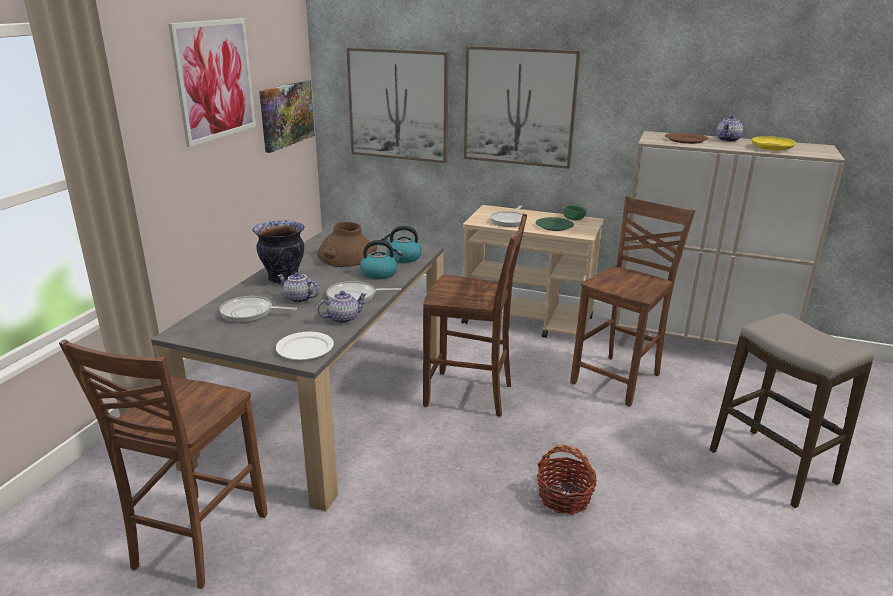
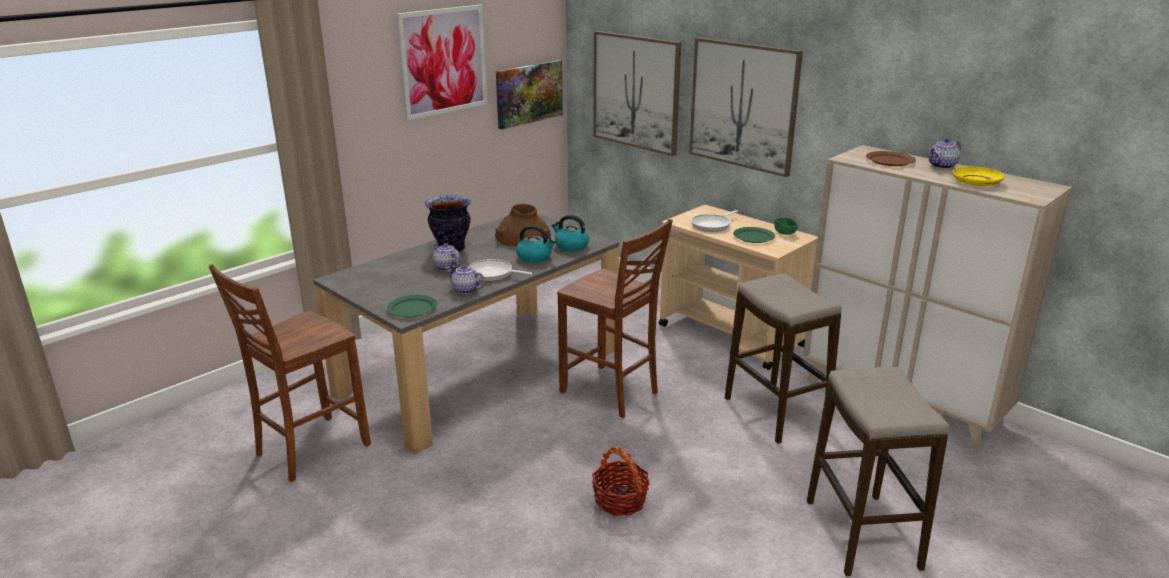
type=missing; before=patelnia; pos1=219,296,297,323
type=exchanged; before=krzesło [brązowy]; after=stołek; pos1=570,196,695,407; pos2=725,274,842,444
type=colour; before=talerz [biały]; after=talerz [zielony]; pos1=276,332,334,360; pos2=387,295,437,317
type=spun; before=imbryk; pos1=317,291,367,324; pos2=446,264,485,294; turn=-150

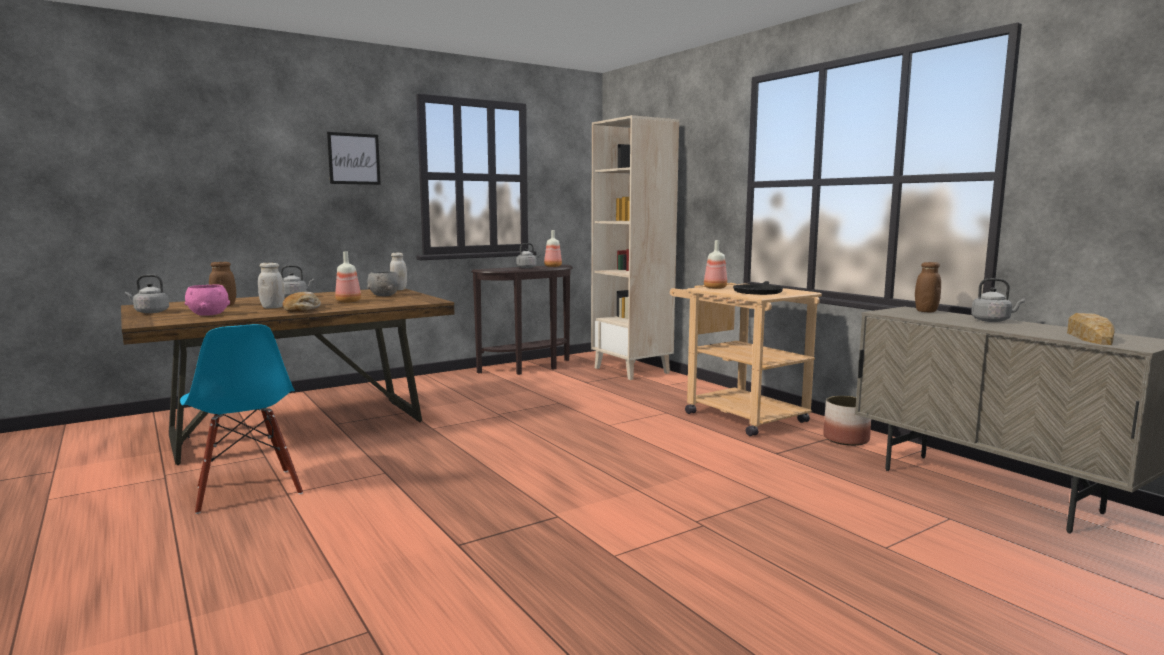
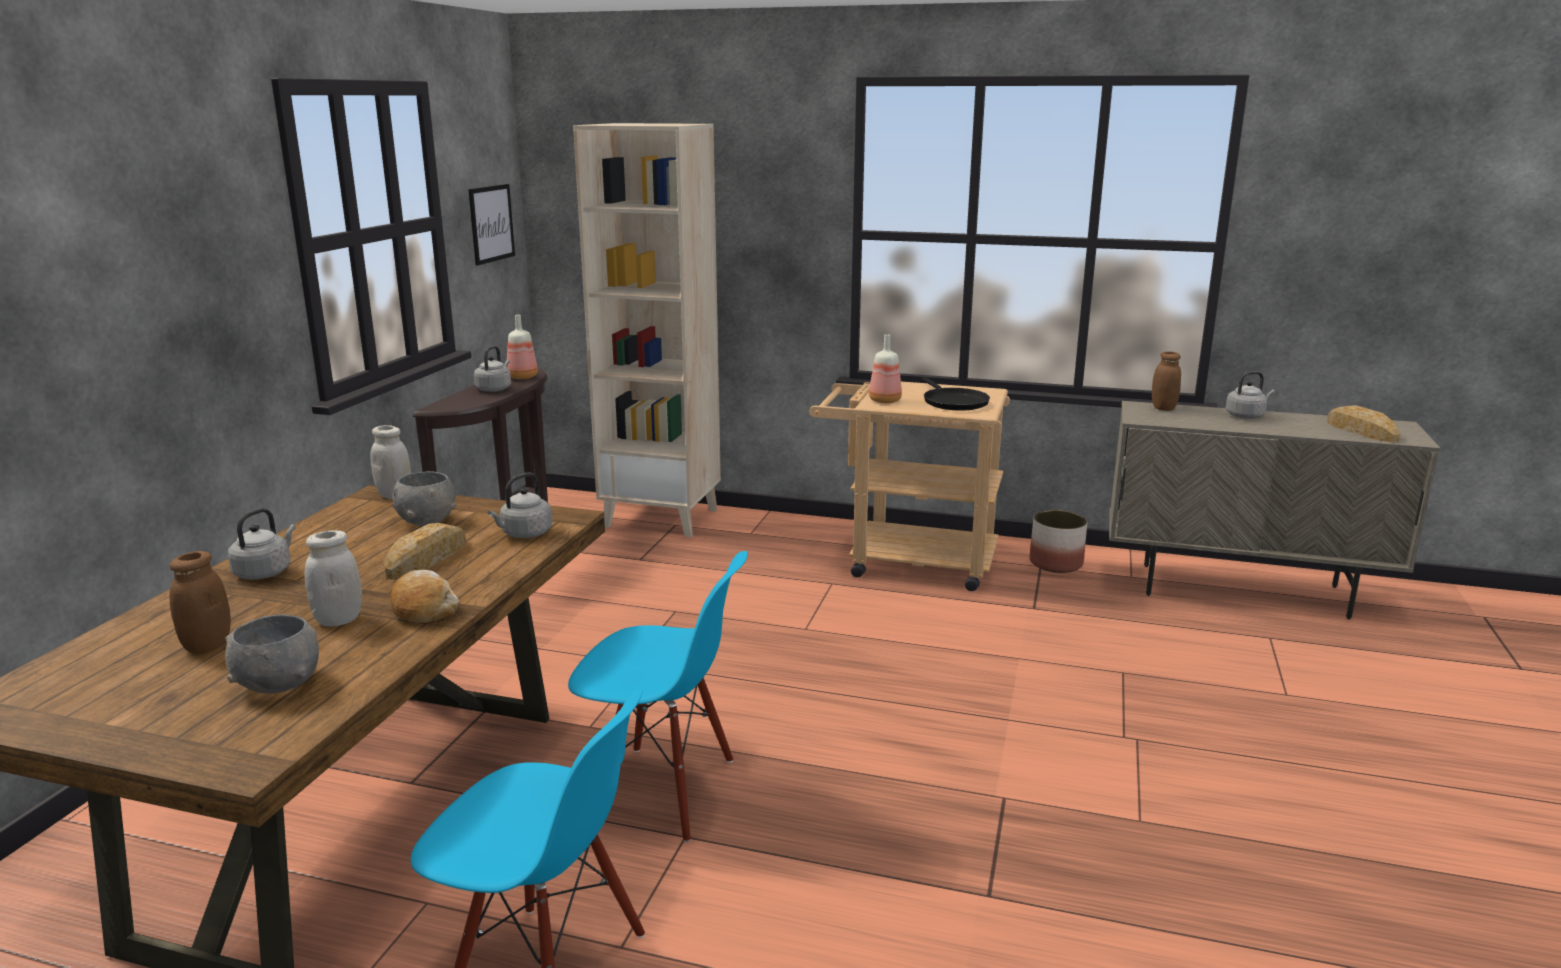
type=appeared; after=krzesło [niebieski]; pos2=568,551,748,843
type=relocated; before=czajnik [szary]; pos1=125,275,169,313; pos2=488,472,552,538
type=relocated; before=obraz; pos1=327,132,381,185; pos2=468,184,515,266
type=exchanged; before=butelka; after=chleb; pos1=335,251,361,303; pos2=383,523,466,580
type=colour; before=miska [różowy]; after=miska [szary]; pos1=185,284,230,316; pos2=225,615,319,694

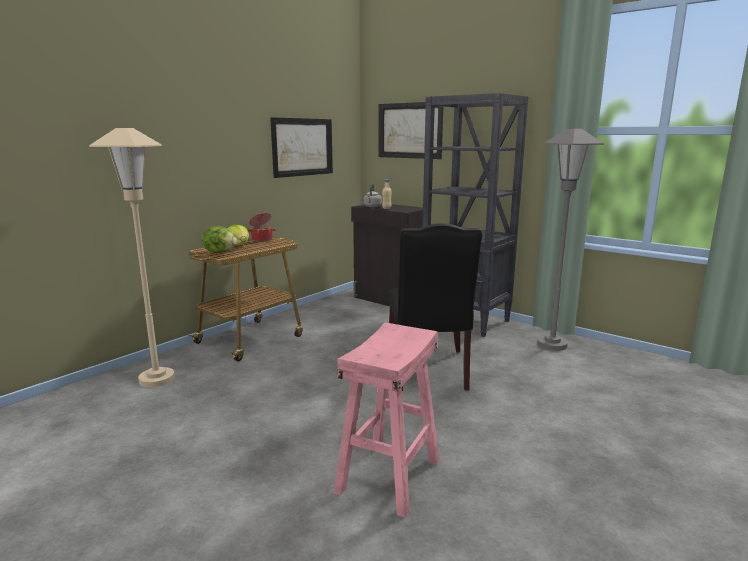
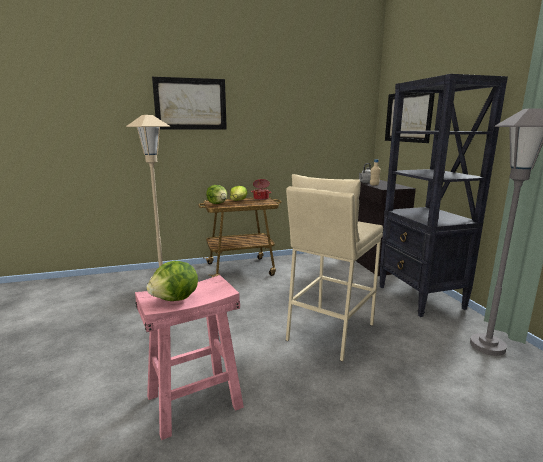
type=appeared; after=sałata; pos2=147,261,198,301
type=relocated; before=obraz; pos1=270,117,333,178; pos2=152,77,227,130
type=exchanged; before=krzesło [czarny]; after=stołek [beżowy]; pos1=388,223,482,391; pos2=286,174,383,362

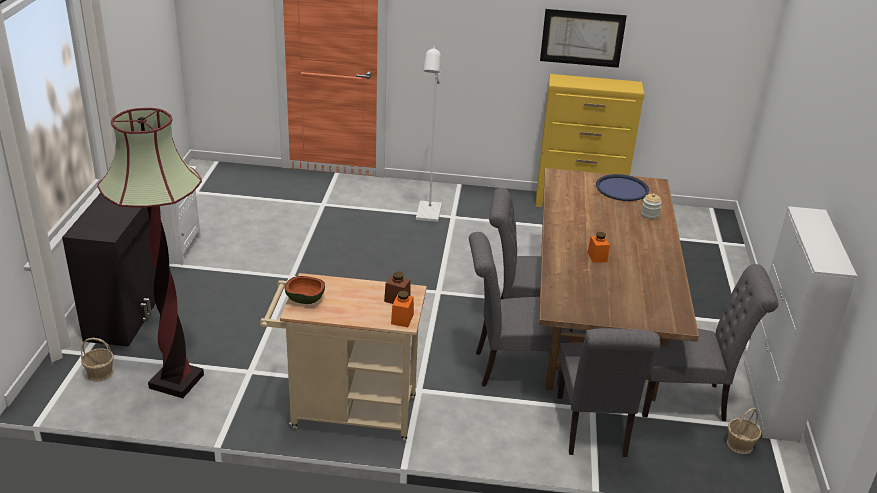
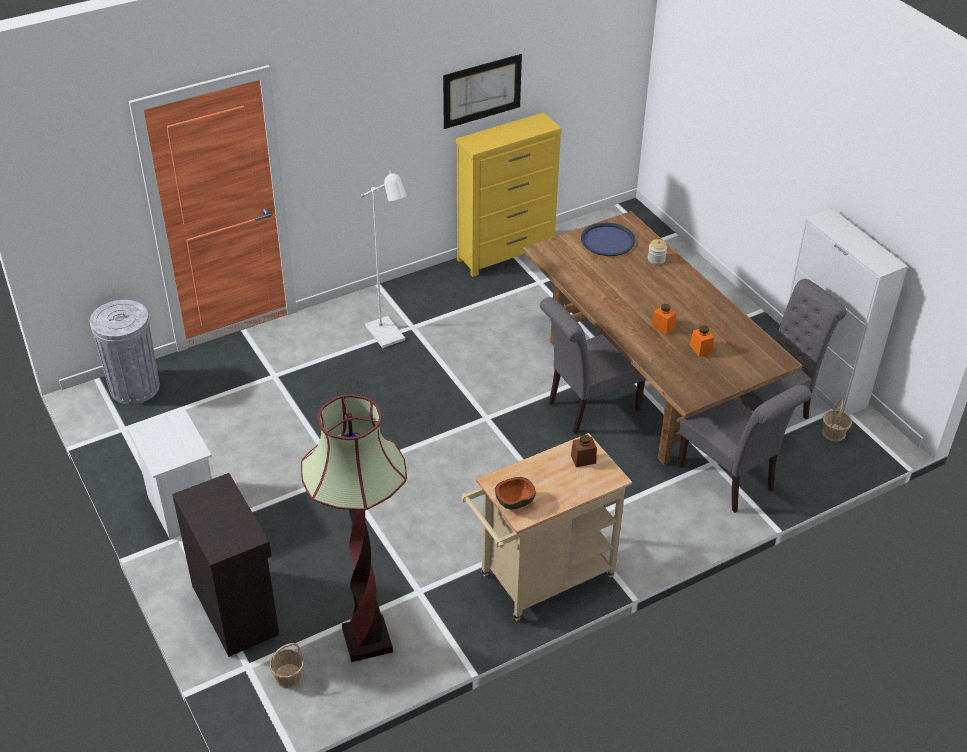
type=missing; before=krzesło [szary]; pos1=469,232,571,386
type=appeared; after=kosz na śmieci [szary]; pos2=90,300,160,404
type=relocated; before=słoik [pomarańczowy]; pos1=391,291,414,327; pos2=690,326,714,357

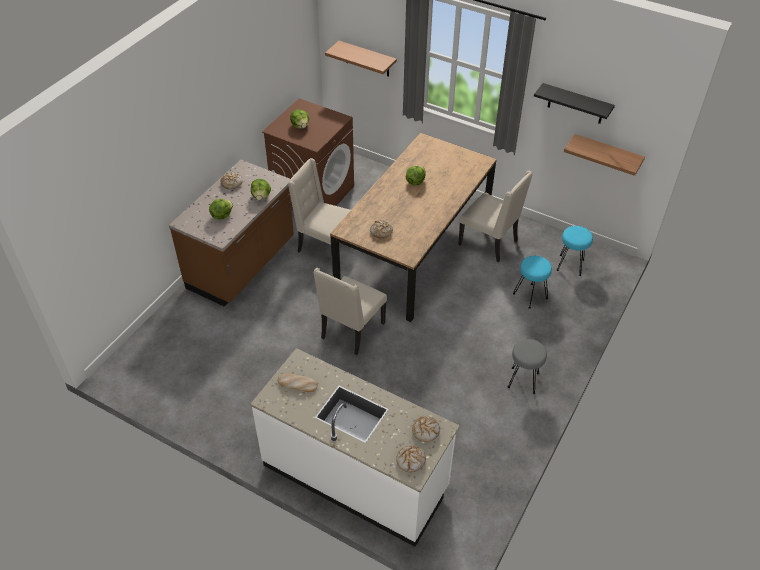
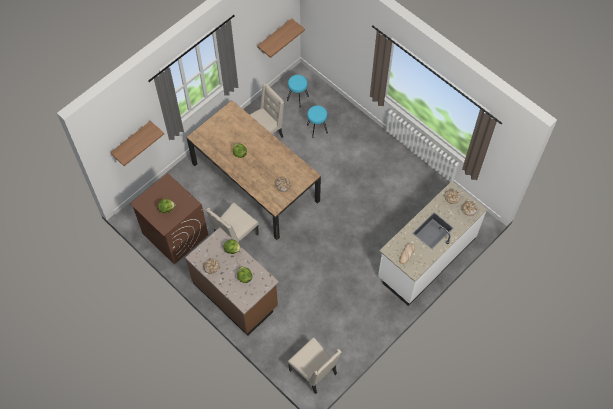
type=missing; before=stołek [szary]; pos1=508,339,547,394
type=missing; before=półka [czarny]; pos1=534,83,615,124
type=relocated; before=krzesło [beżowy]; pos1=313,268,387,355; pos2=288,337,341,394

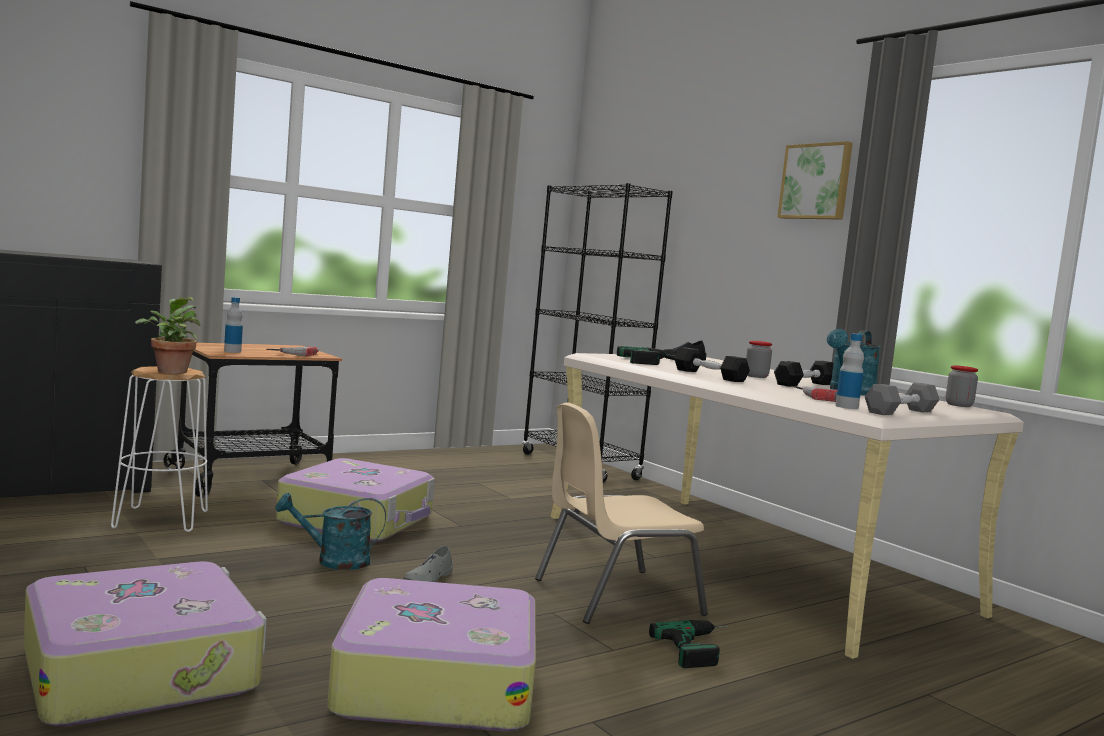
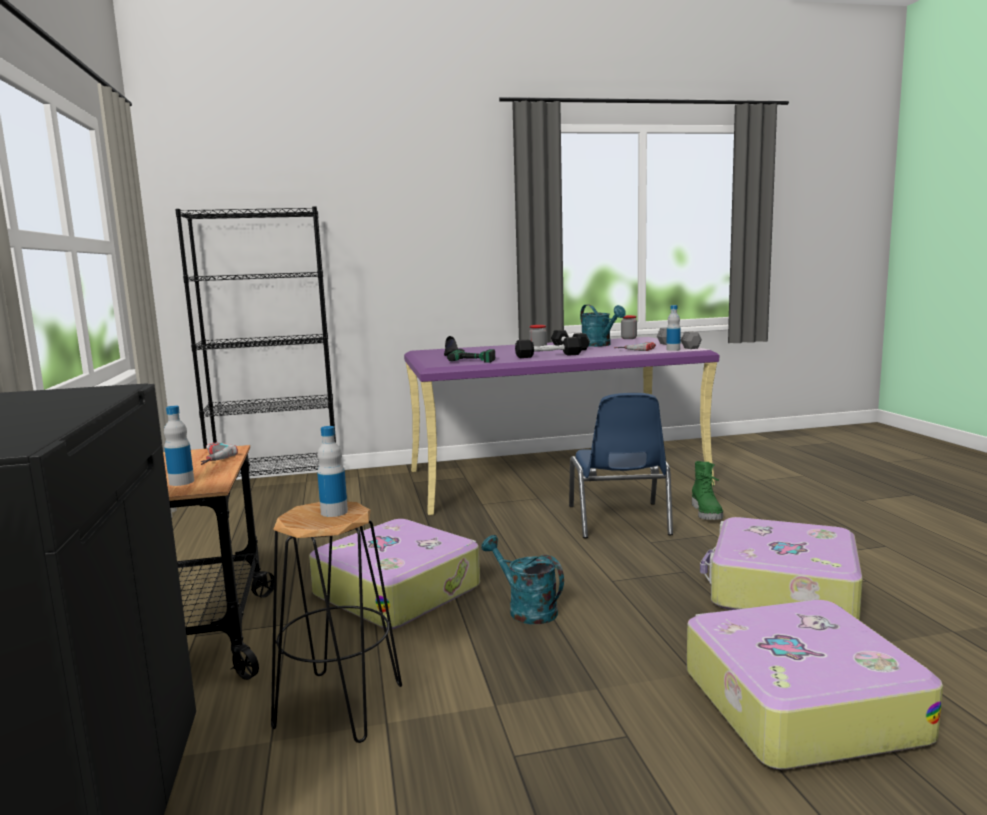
type=missing; before=but [szary]; pos1=403,545,453,582
type=missing; before=obraz; pos1=777,141,853,220
type=exchanged; before=roślina doniczkowa; after=butelka; pos1=135,297,200,374; pos2=317,426,348,517
type=exchanged; before=wiertarka; after=but z cholewką [zielony]; pos1=649,620,728,668; pos2=692,461,723,520
type=colour; before=stołek [biały]; after=stołek [czarny]; pos1=111,366,208,532; pos2=271,502,402,743
type=colour; before=krzesło [beżowy]; after=krzesło [niebieski]; pos1=535,403,708,624; pos2=569,393,673,538
type=colour; before=biurko [beżowy]; after=biurko [fioletowy]; pos1=550,353,1024,659; pos2=404,337,719,515
type=spun; before=konewka [turkusowy]; pos1=275,493,386,570; pos2=481,535,564,624; turn=120

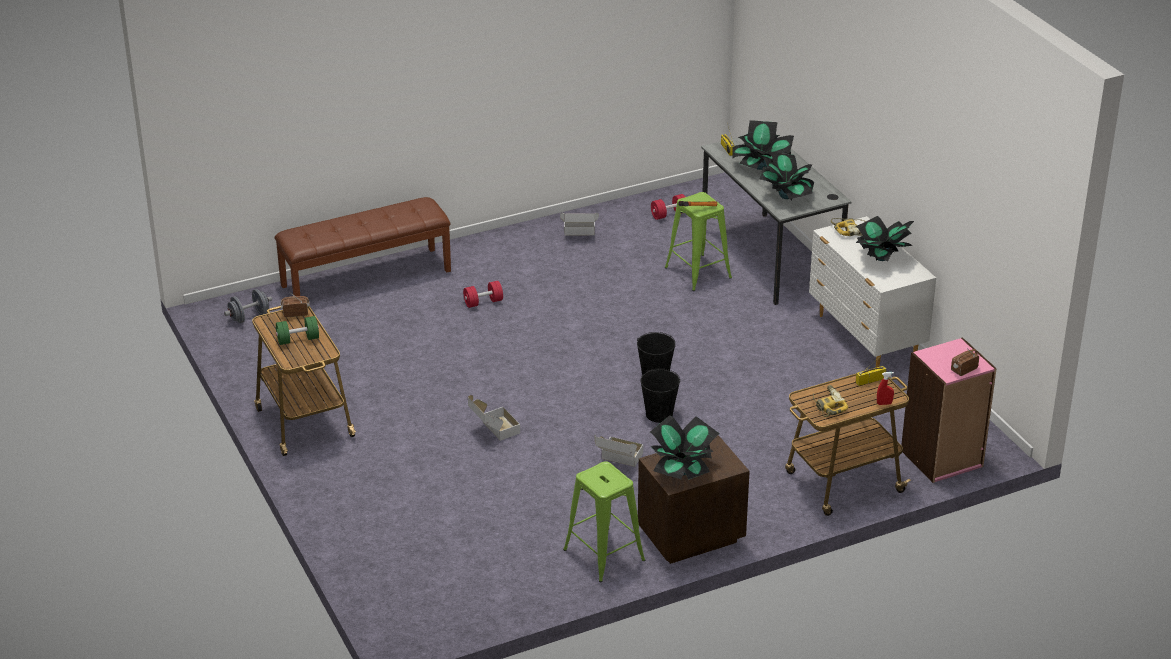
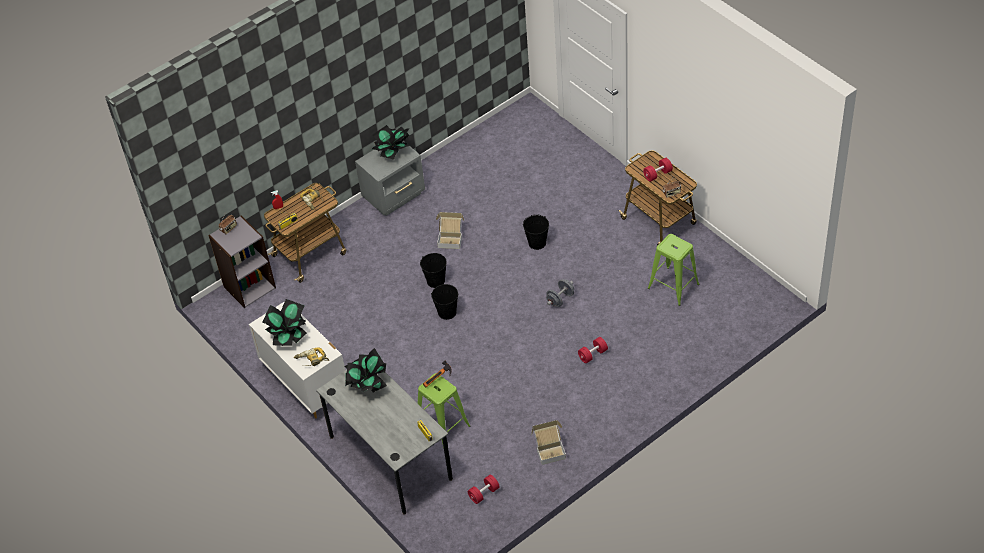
type=missing; before=ławka [brązowy]; pos1=275,197,451,296
type=missing; before=roślina doniczkowa; pos1=732,120,794,170
type=relocated; before=hantel [szary]; pos1=224,289,272,323; pos2=546,279,574,307
type=relocated; before=stołek [zielony]; pos1=563,461,645,582; pos2=648,234,700,306
type=exchanged; before=karton; after=wiadro [czarny]; pos1=468,395,520,441; pos2=523,215,549,250
type=colour; before=hantel [zielony]; after=hantel [czerwony]; pos1=276,316,319,345; pos2=643,158,673,182
type=colour; before=szafka nocna [brązowy]; after=szafka nocna [szary]; pos1=638,435,750,564; pos2=355,141,425,216
type=colour; before=regał [różowy]; after=regał [szary]; pos1=901,337,997,483; pos2=208,216,276,308

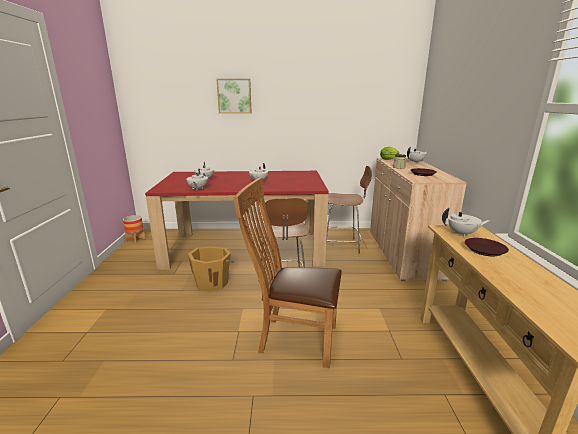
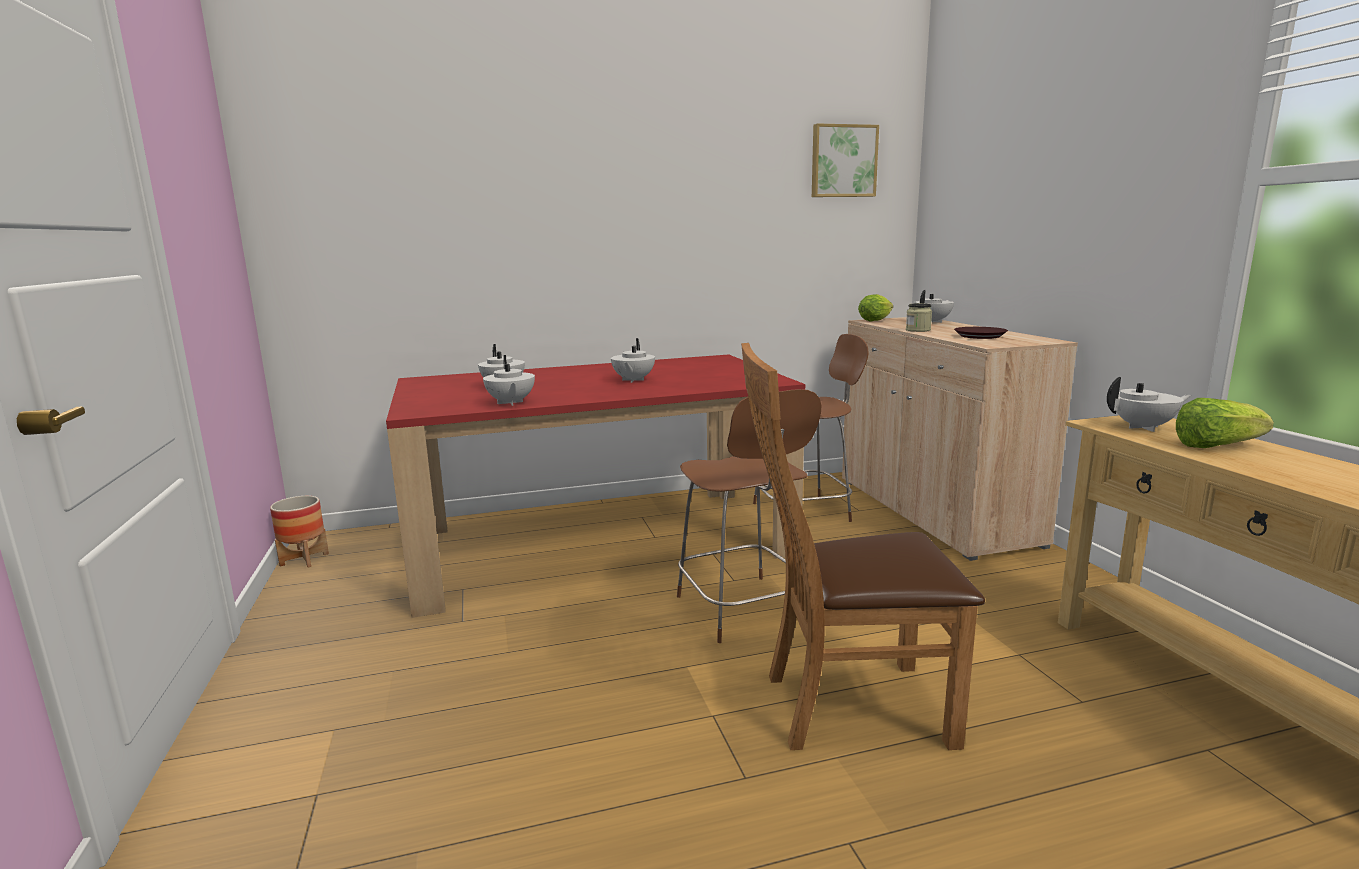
type=missing; before=wiadro [pomarańczowy]; pos1=188,246,234,292
type=relocated; before=obraz; pos1=216,79,252,114; pos2=812,124,879,197
type=exchanged; before=talerz [brązowy]; after=sałata; pos1=465,238,509,256; pos2=1176,398,1274,448

